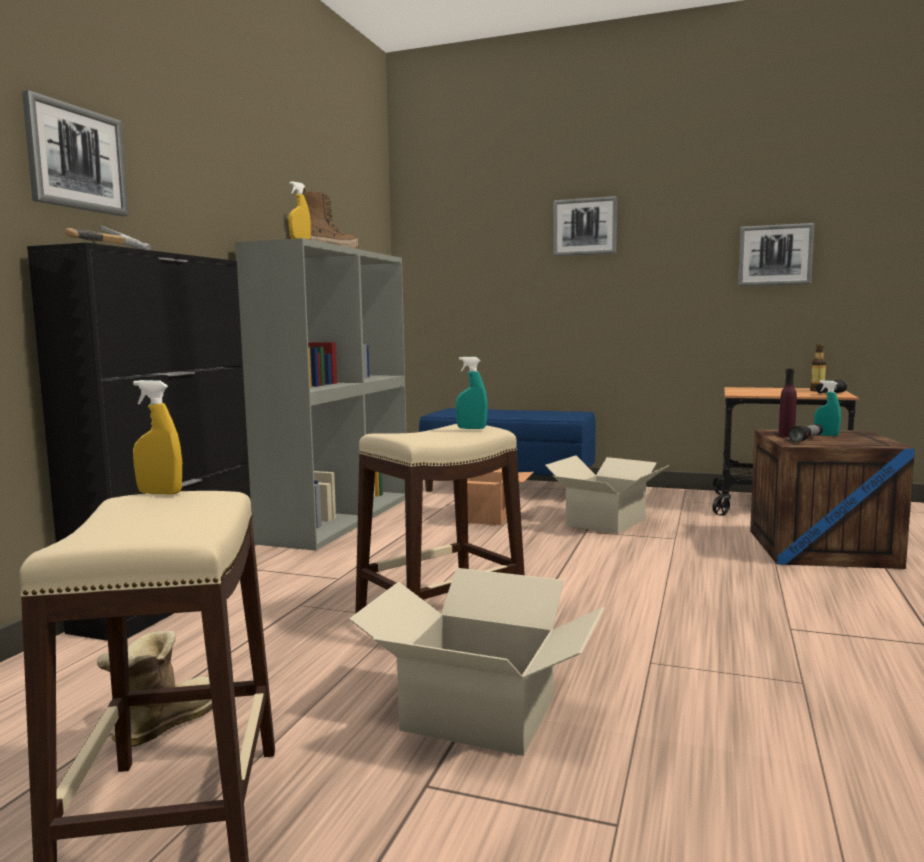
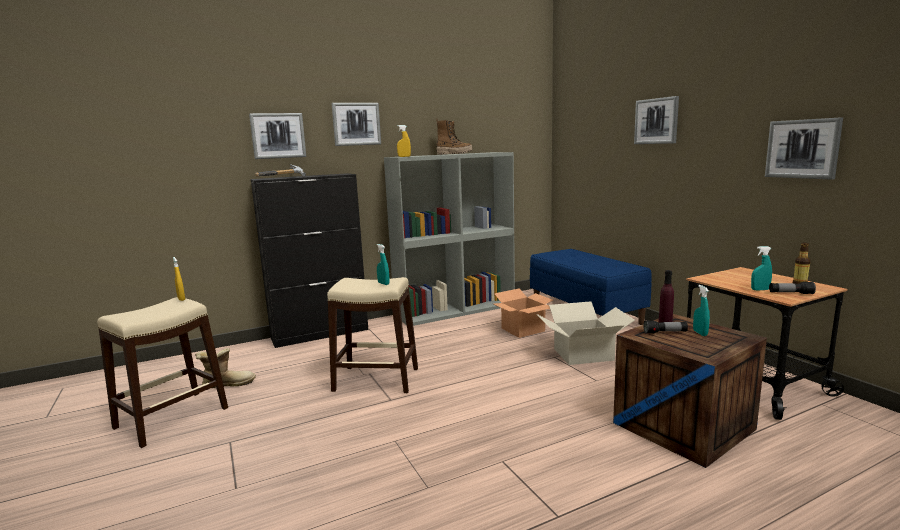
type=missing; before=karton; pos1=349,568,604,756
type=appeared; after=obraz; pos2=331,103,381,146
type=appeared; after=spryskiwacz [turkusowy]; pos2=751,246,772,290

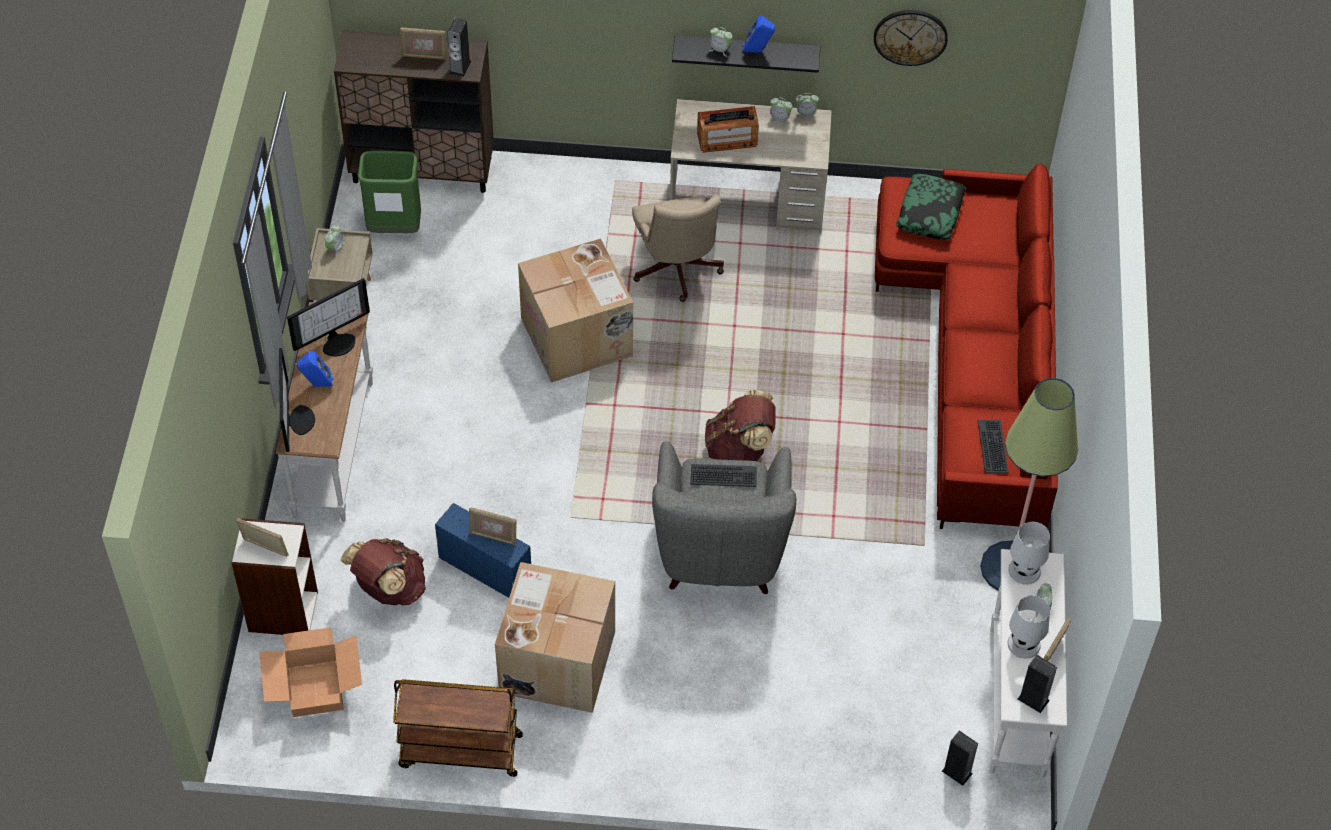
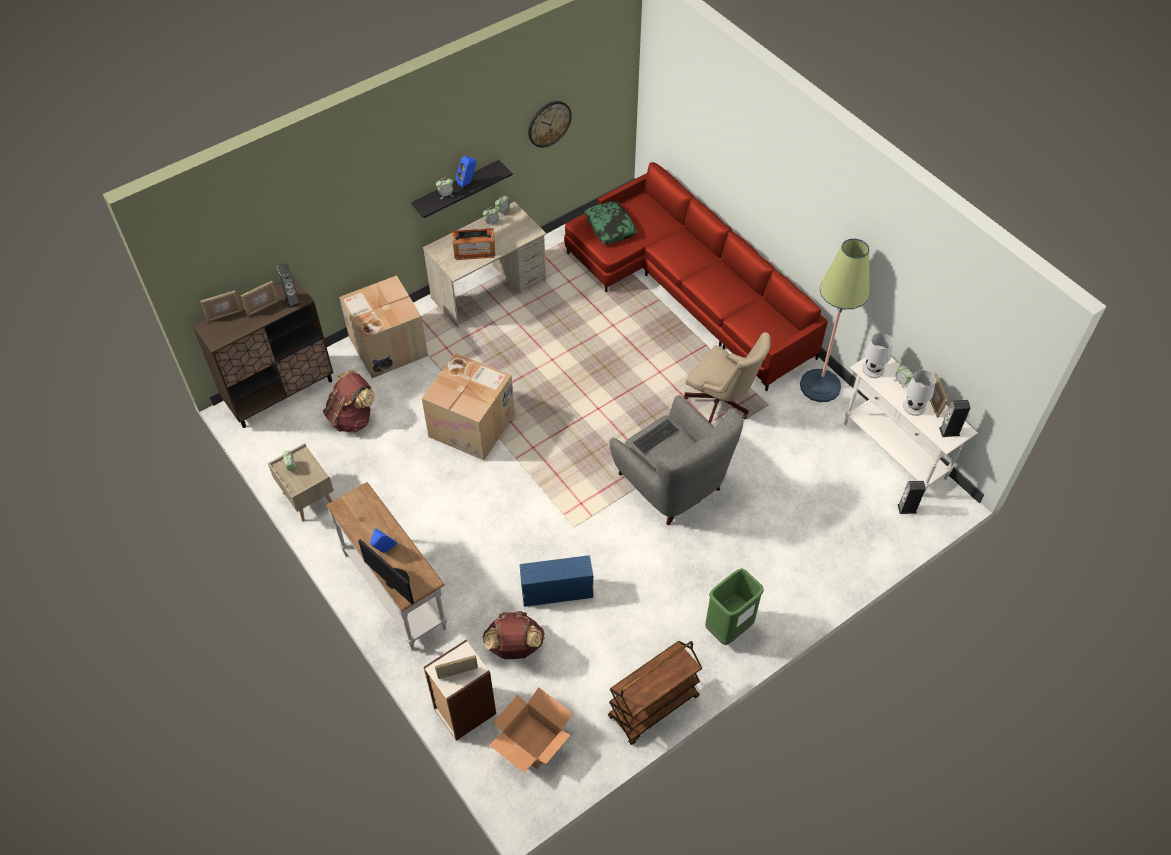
type=missing; before=monitor; pos1=287,278,370,356
type=missing; before=klawiatura; pos1=978,420,1009,473
type=relocated; before=kosz na śmieci [zielony]; pos1=358,151,421,233; pos2=705,568,764,645
type=relocated; before=ramka na zdjęcie; pos1=469,507,516,545; pos2=200,290,242,322
type=relocated; before=karton; pos1=495,562,615,713; pos2=339,275,428,378
type=relocated; before=krzesło biurowe [beżowy]; pos1=632,195,724,302; pos2=684,332,771,424
type=relocated; before=plecak [brązowy]; pos1=705,390,776,461; pos2=323,370,375,432
type=spun; before=radio; pos1=697,106,759,153; pos2=452,228,496,260; turn=45

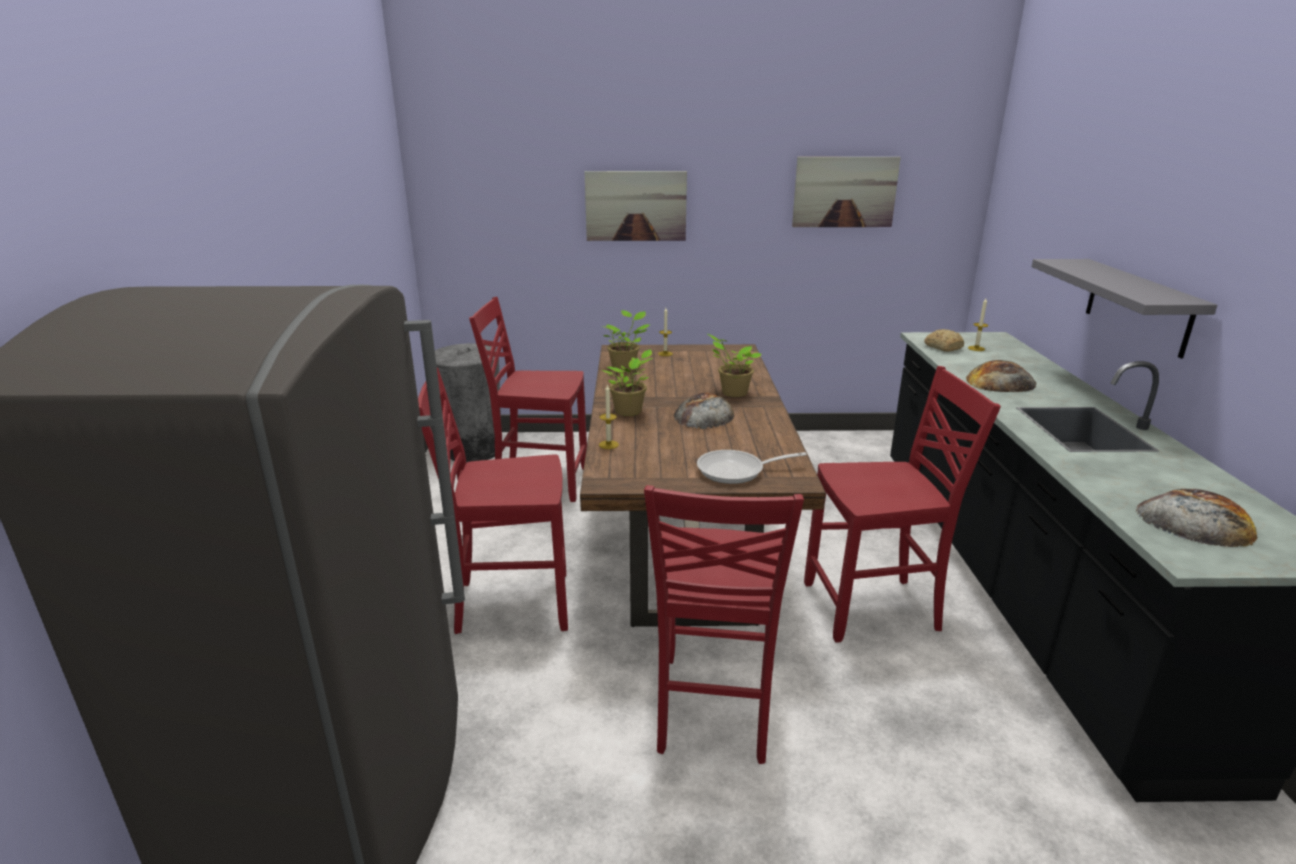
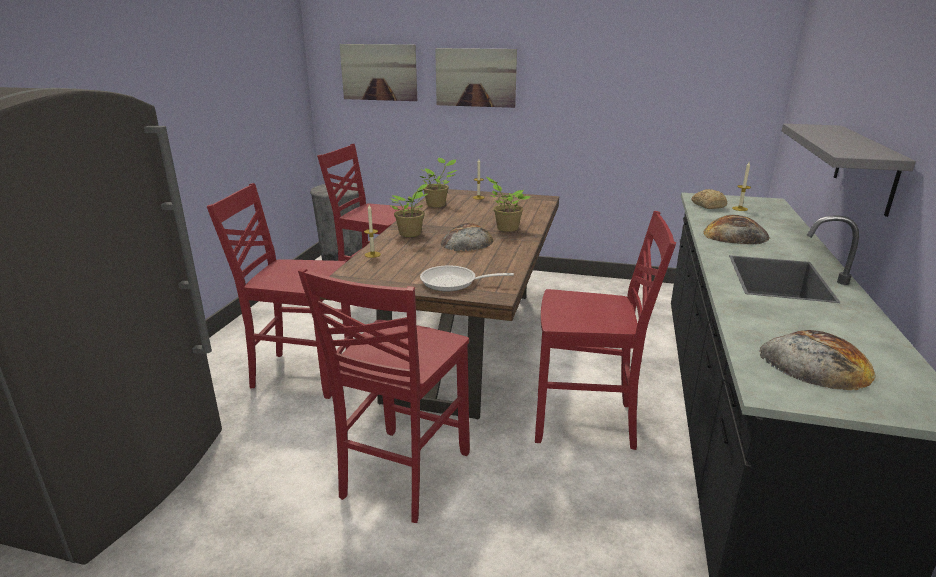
type=relocated; before=obraz; pos1=792,157,901,227; pos2=339,44,417,101

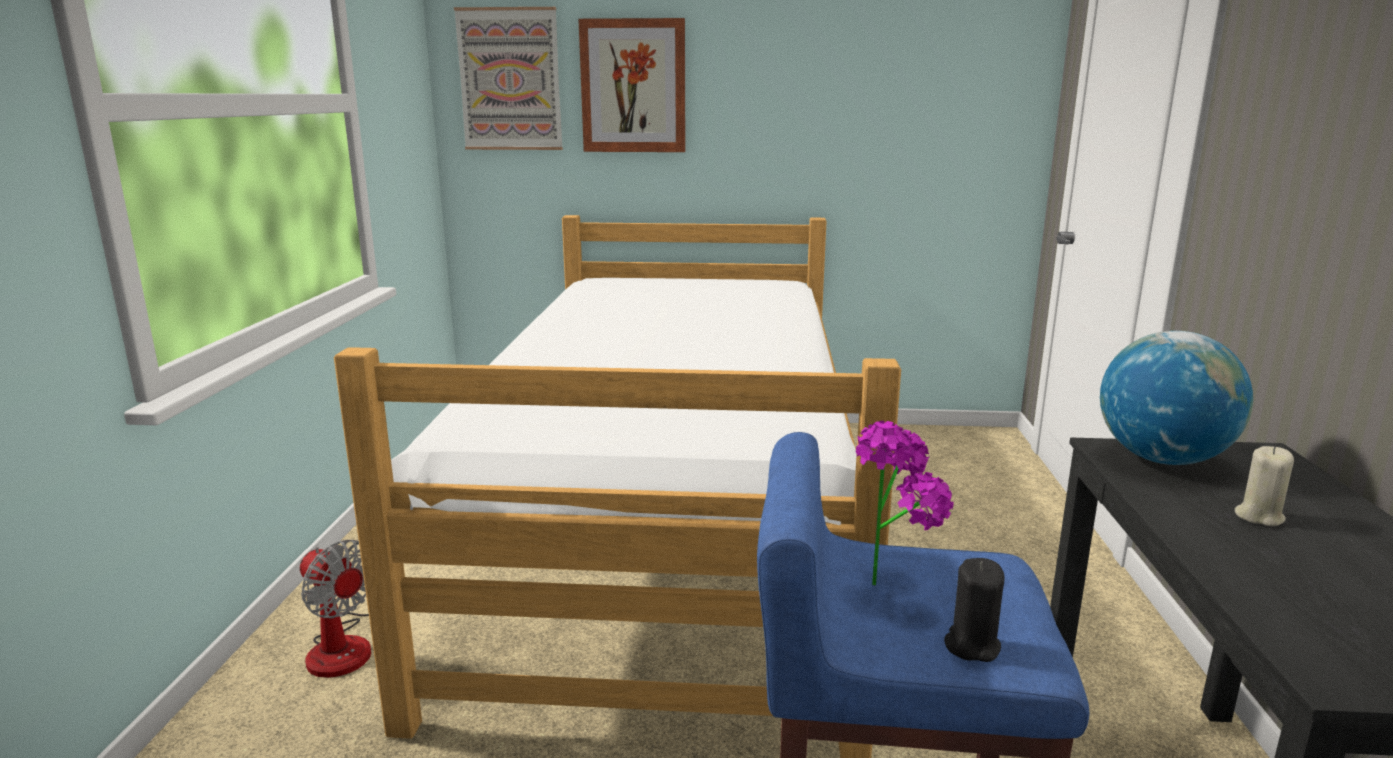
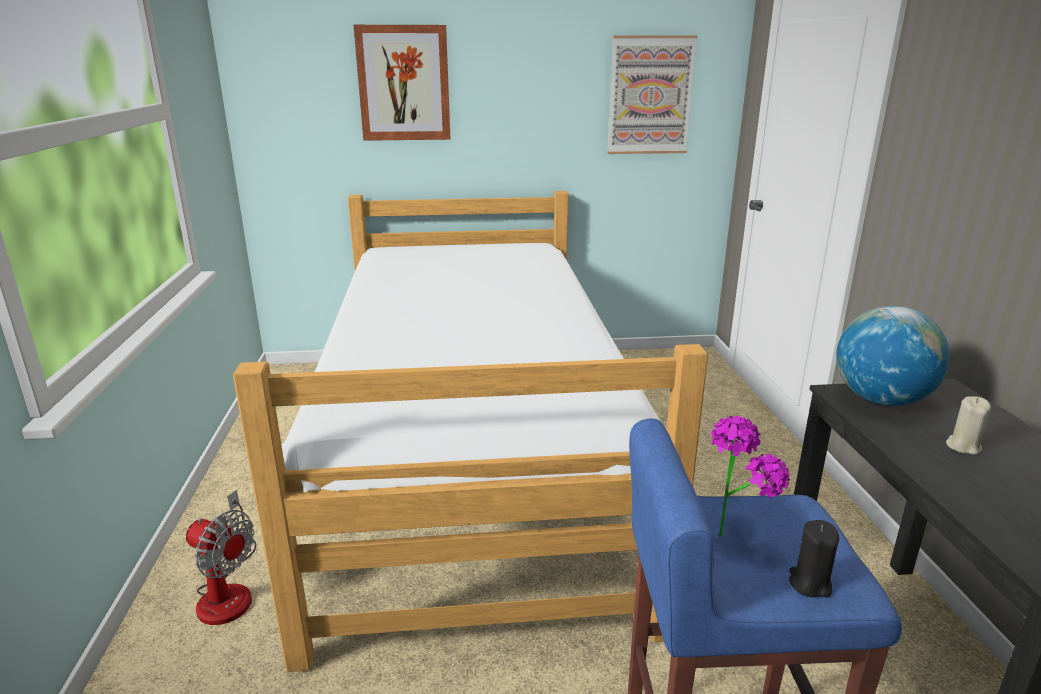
type=relocated; before=obraz; pos1=454,7,563,150; pos2=607,35,697,154

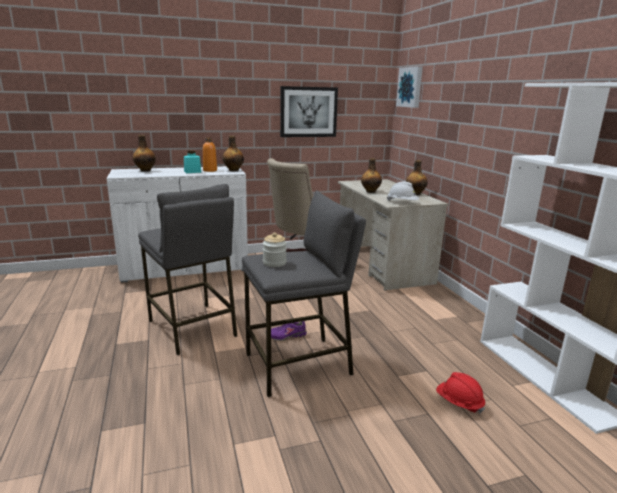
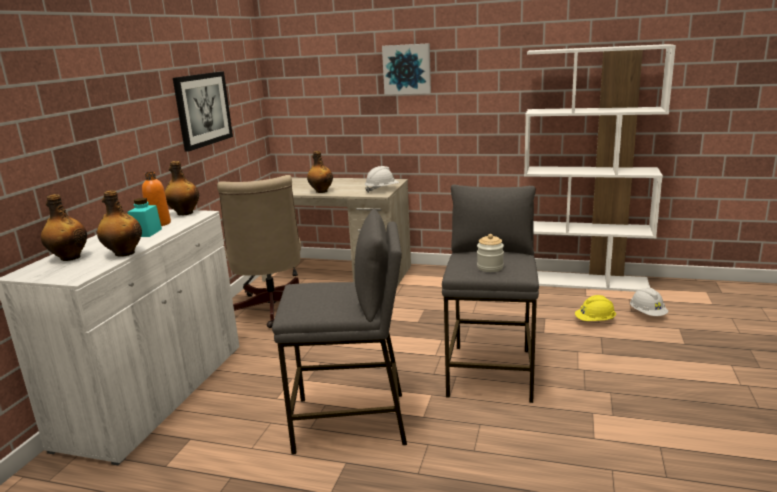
type=missing; before=but [fioletowy]; pos1=271,321,307,341
type=appeared; after=kask [biały]; pos2=630,288,668,316
type=relocated; before=obraz; pos1=396,66,423,108; pos2=382,43,431,95
type=relocated; before=butelka; pos1=406,160,428,195; pos2=97,190,142,257
type=colour; before=kask [czerwony]; after=kask [żółty]; pos1=436,372,485,414; pos2=575,295,616,321

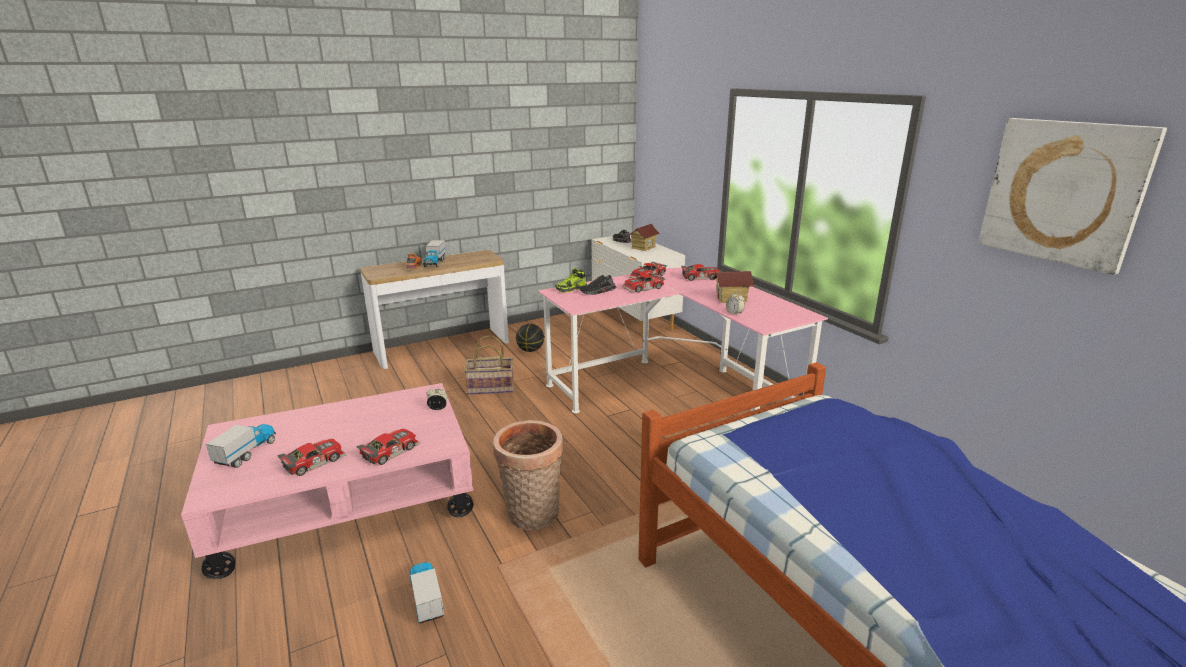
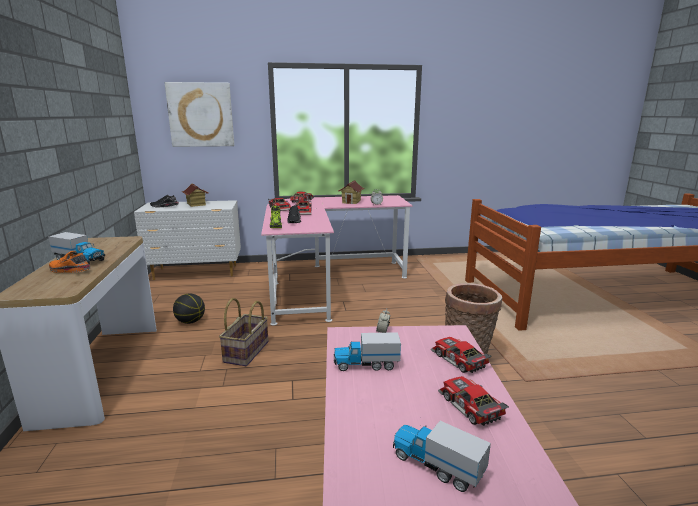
type=relocated; before=ciężarówka zabawkowa; pos1=410,562,444,623; pos2=334,332,401,371
type=relocated; before=obraz; pos1=978,118,1167,275; pos2=165,82,234,147

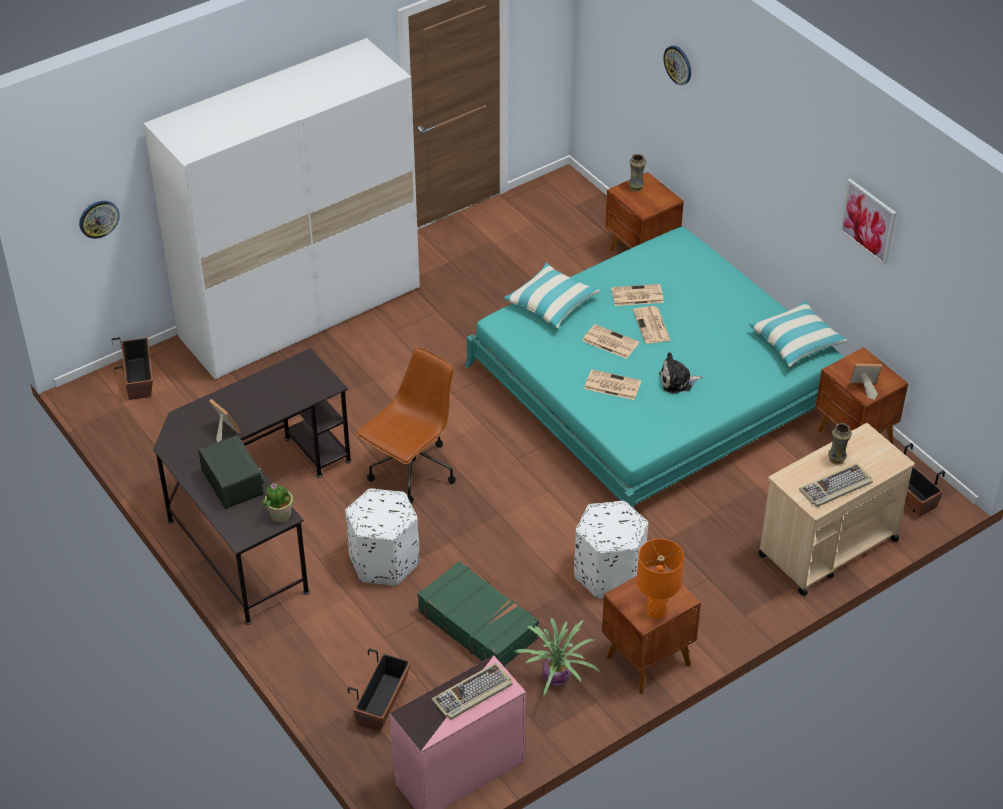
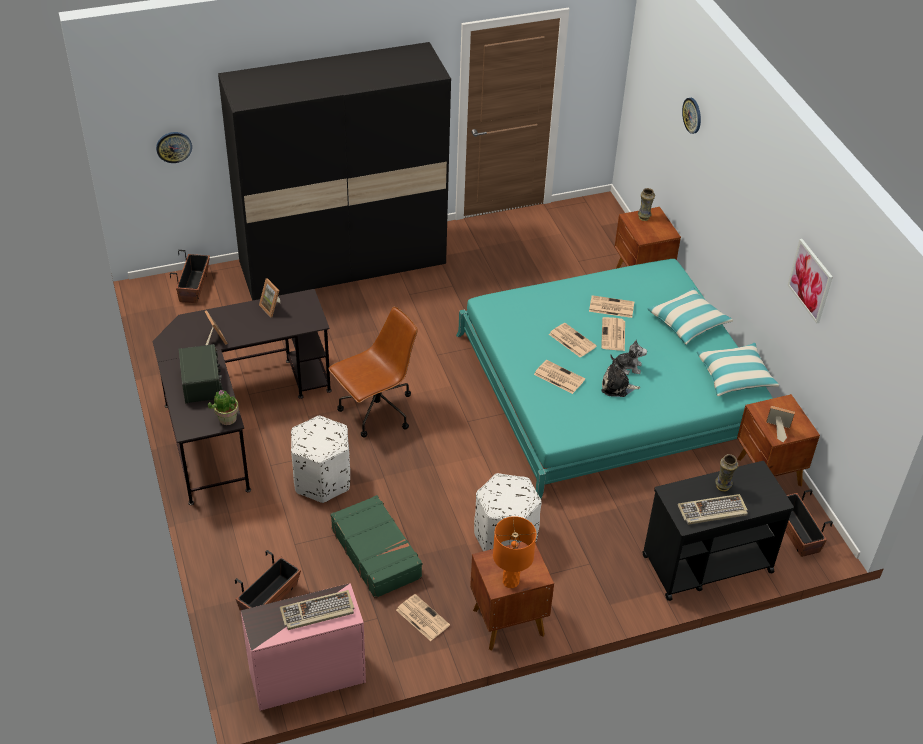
type=appeared; after=ramka na zdjęcie; pos2=259,278,280,317
type=appeared; after=pluszak; pos2=610,340,647,375
type=relocated; before=poduszka; pos1=504,263,600,328; pos2=647,287,733,345
type=exchanged; before=roślina doniczkowa; after=gazeta; pos1=515,618,600,698; pos2=396,594,450,641
type=colour; before=szafa [biały]; after=szafa [czarny]; pos1=143,38,420,379; pos2=218,42,451,301
type=colour; before=wózek [beżowy]; after=wózek [czarny]; pos1=758,423,915,596; pos2=643,461,794,601

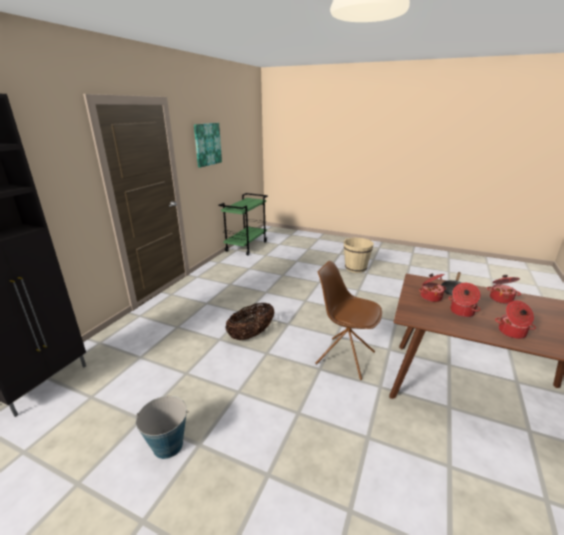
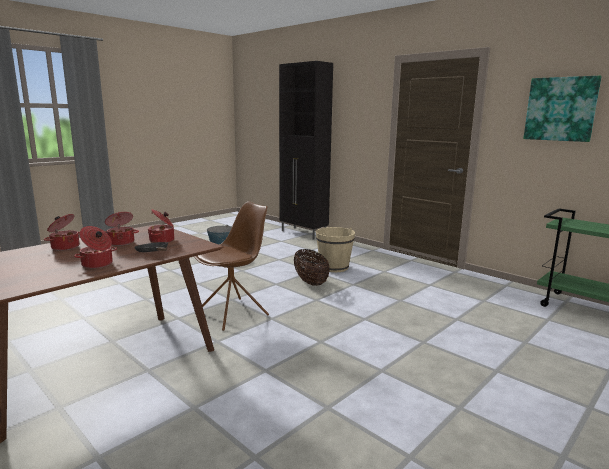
type=relocated; before=wiadro [beżowy]; pos1=344,238,374,273; pos2=316,227,355,272

